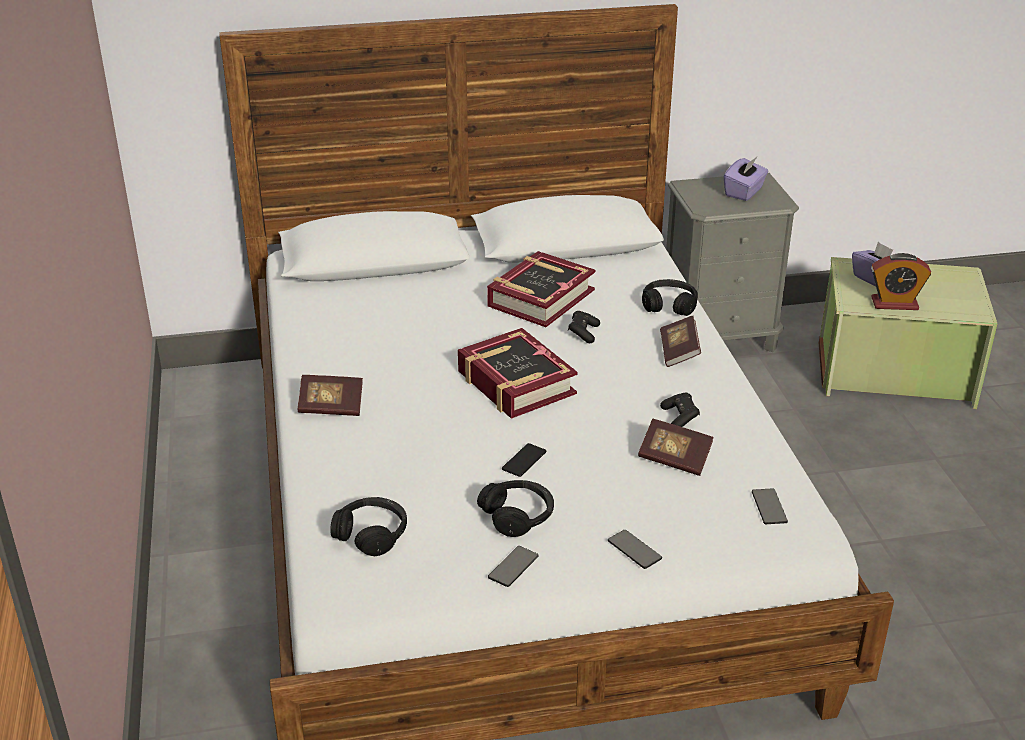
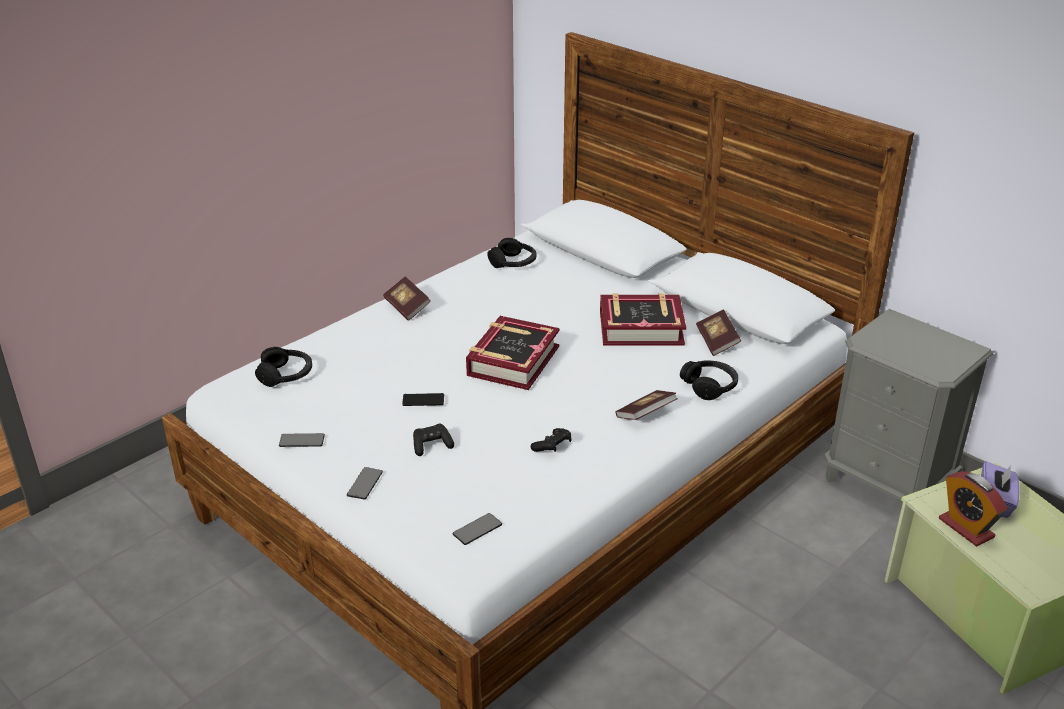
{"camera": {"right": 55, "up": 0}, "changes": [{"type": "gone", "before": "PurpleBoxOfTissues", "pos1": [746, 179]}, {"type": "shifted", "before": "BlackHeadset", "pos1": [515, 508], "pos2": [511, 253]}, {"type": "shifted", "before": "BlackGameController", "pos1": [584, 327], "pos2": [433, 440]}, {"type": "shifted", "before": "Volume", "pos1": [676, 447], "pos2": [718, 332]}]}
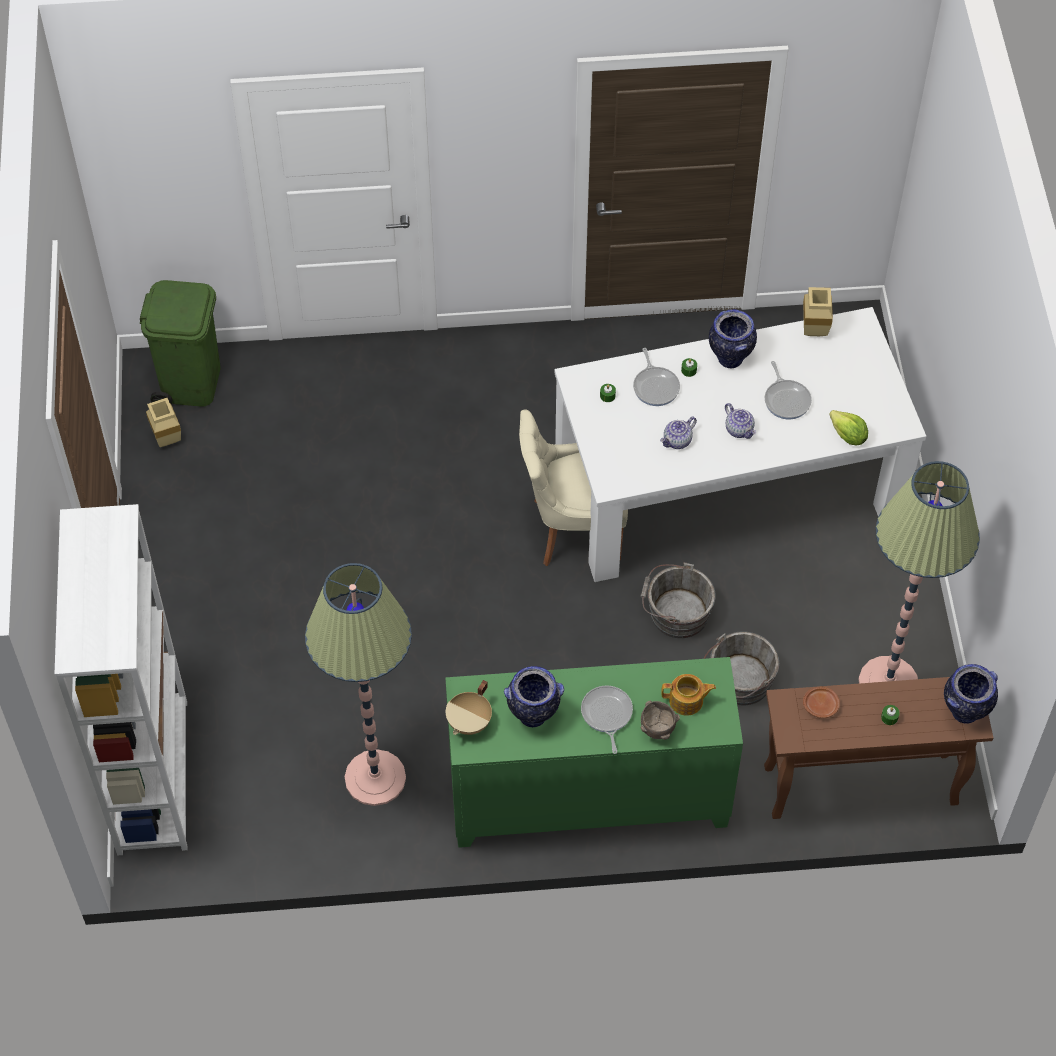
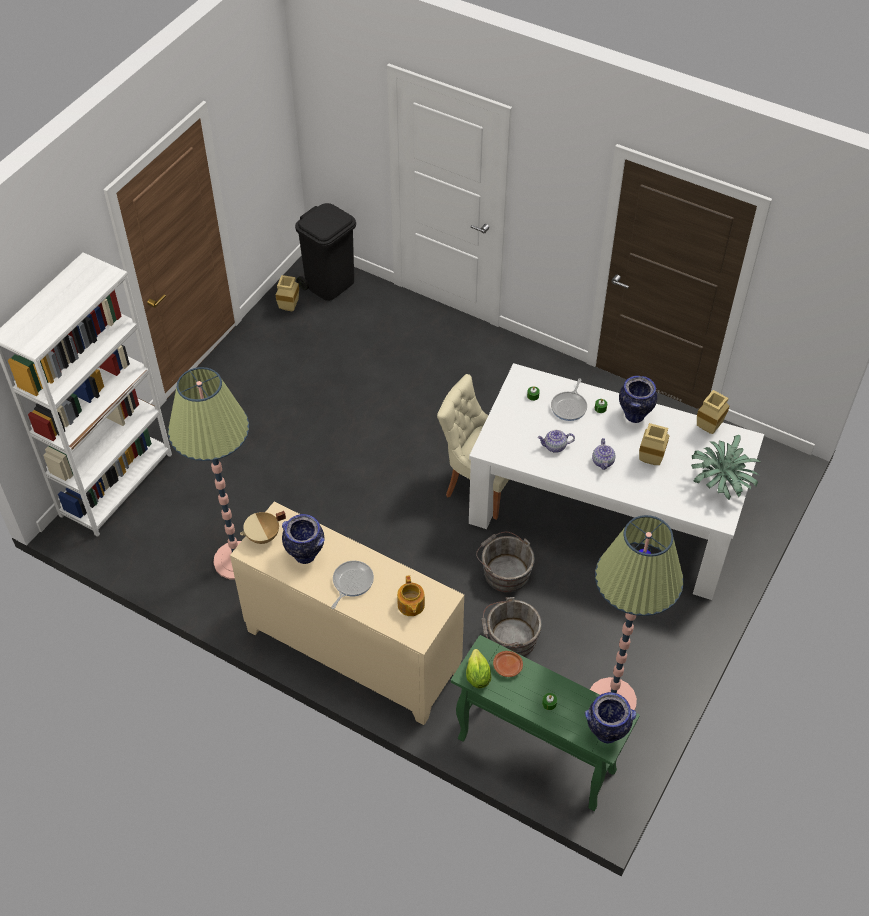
{"camera": {"right": 35, "up": -5}, "changes": [{"type": "gone", "before": "BrownDeepDish", "pos1": [660, 720]}, {"type": "new", "after": "PlantInAPot", "pos2": [726, 467]}, {"type": "shifted", "before": "Lettuce", "pos1": [848, 428], "pos2": [478, 668]}, {"type": "swapped", "before": "Skillet", "after": "SandColouredFlowerVase", "pos1": [788, 390], "pos2": [654, 444]}, {"type": "repainted", "before": "GreenishTrashCan", "after": "BlackTrashCan", "pos1": [180, 343], "pos2": [325, 252]}, {"type": "repainted", "before": "GreenishCabinet", "after": "SandColouredCabinet", "pos1": [594, 752], "pos2": [347, 613]}, {"type": "repainted", "before": "BrownConsoleTable", "after": "GreenishConsoleTable", "pos1": [879, 748], "pos2": [545, 723]}, {"type": "rotated", "before": "PotForTea", "pos1": [688, 695], "pos2": [411, 595], "turn": 45}]}
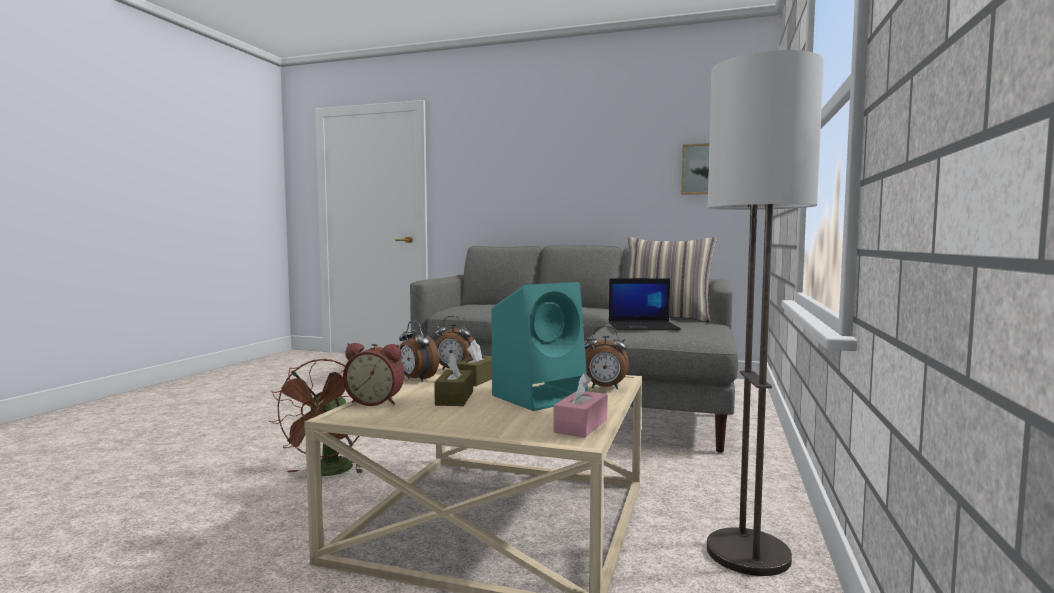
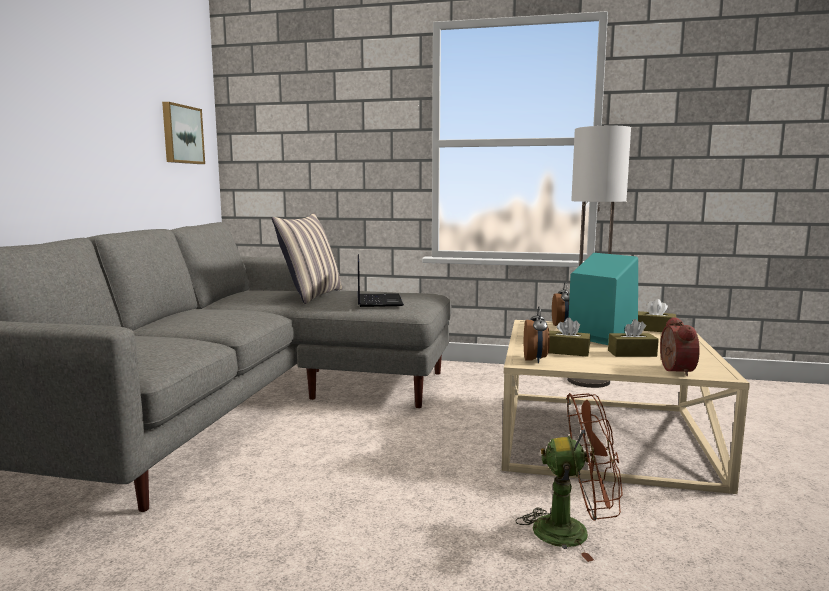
{"camera": {"right": -95, "up": 5}, "changes": [{"type": "gone", "before": "BedsideClock", "pos1": [419, 351]}, {"type": "repainted", "before": "PinkishBoxOfTissues", "after": "BrownBoxOfTissues", "pos1": [580, 405], "pos2": [657, 315]}]}
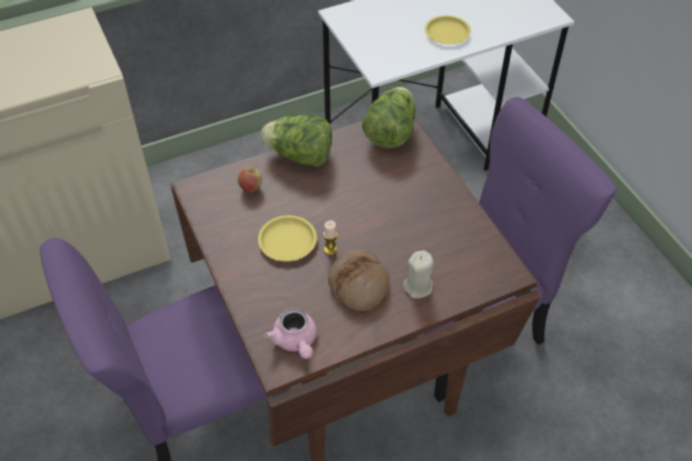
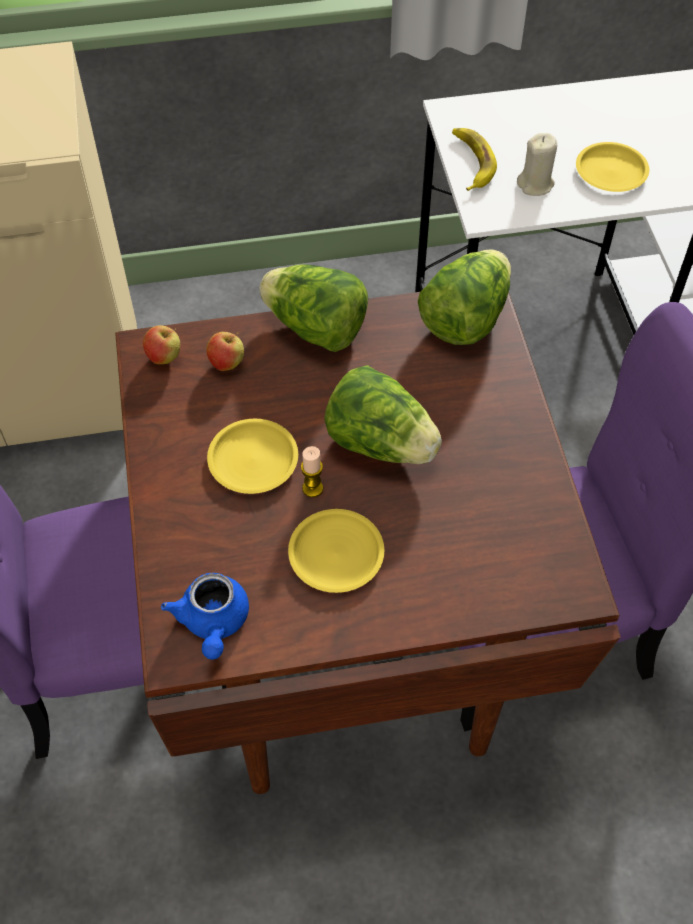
{"camera": {"right": 15, "up": 5}, "changes": [{"type": "new", "after": "AppleFruit", "pos2": [161, 344]}, {"type": "new", "after": "Lettuce", "pos2": [383, 414]}, {"type": "new", "after": "BananaFruit", "pos2": [474, 159]}, {"type": "shifted", "before": "SandColouredCandle", "pos1": [417, 274], "pos2": [537, 164]}, {"type": "swapped", "before": "BakeryBread", "after": "YellowPlate", "pos1": [358, 280], "pos2": [336, 551]}, {"type": "repainted", "before": "PinkishPotForTea", "after": "BluishPotForTea", "pos1": [290, 333], "pos2": [205, 616]}]}
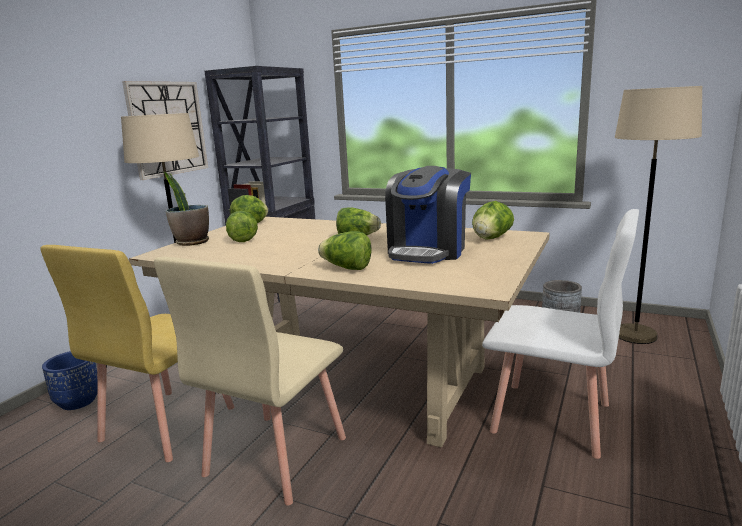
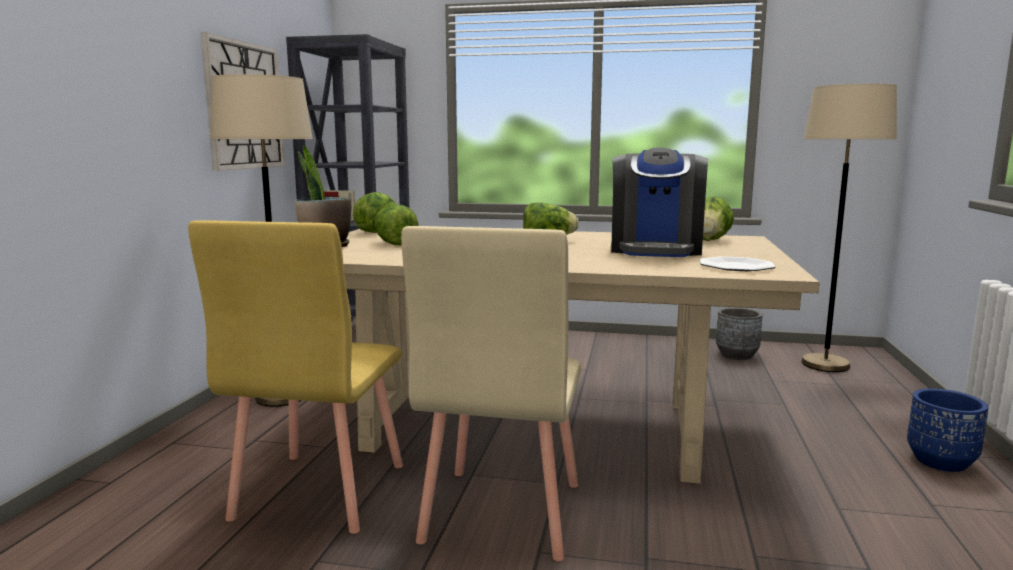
{"camera": {"right": -15, "up": -5}, "changes": [{"type": "gone", "before": "Lettuce", "pos1": [344, 250]}, {"type": "gone", "before": "WhiteChair", "pos1": [560, 334]}, {"type": "new", "after": "Plate", "pos2": [737, 263]}, {"type": "shifted", "before": "BluishPlanter", "pos1": [69, 380], "pos2": [948, 430]}]}
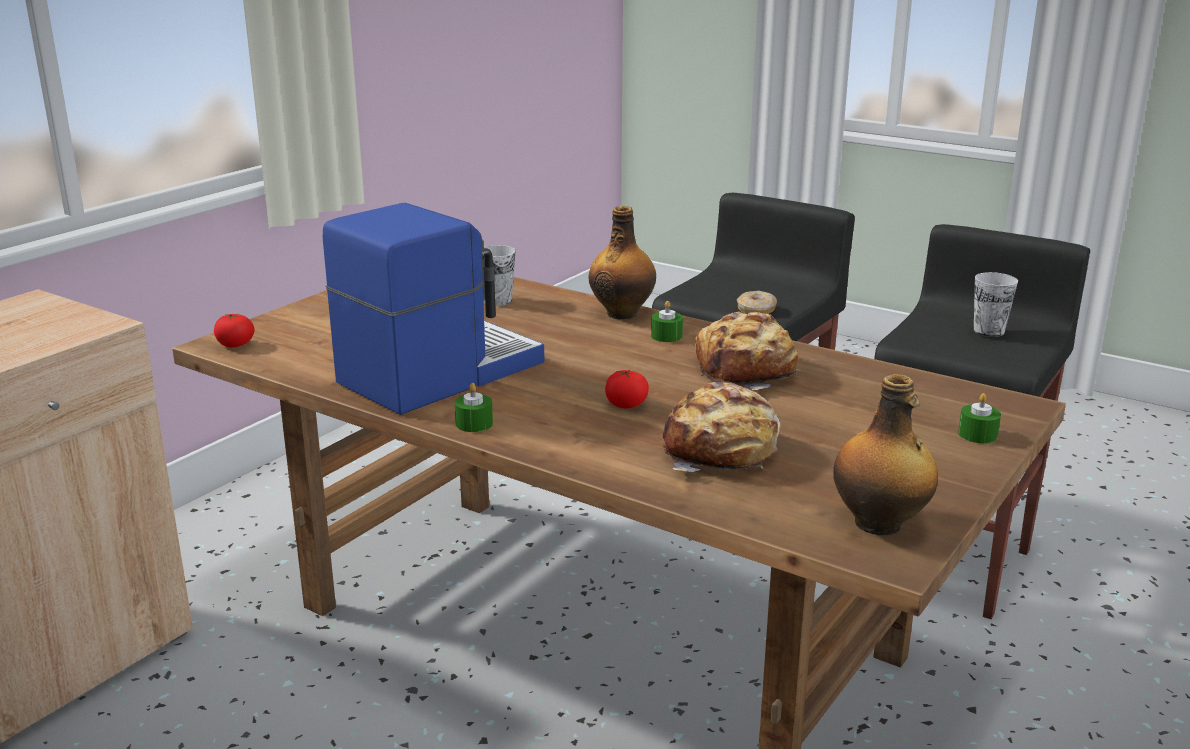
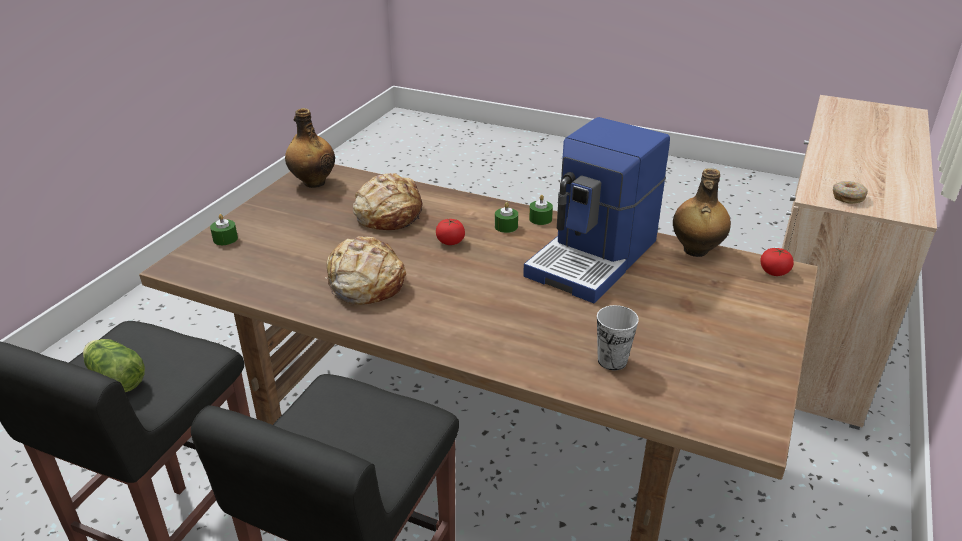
{"camera": {"right": 170, "up": 10}, "changes": [{"type": "shifted", "before": "Bottle", "pos1": [622, 262], "pos2": [702, 212]}, {"type": "shifted", "before": "GreenishCandle", "pos1": [667, 321], "pos2": [506, 217]}, {"type": "shifted", "before": "RingDoughnut", "pos1": [757, 302], "pos2": [850, 192]}, {"type": "swapped", "before": "SmallCup", "after": "Lettuce", "pos1": [996, 304], "pos2": [114, 365]}]}
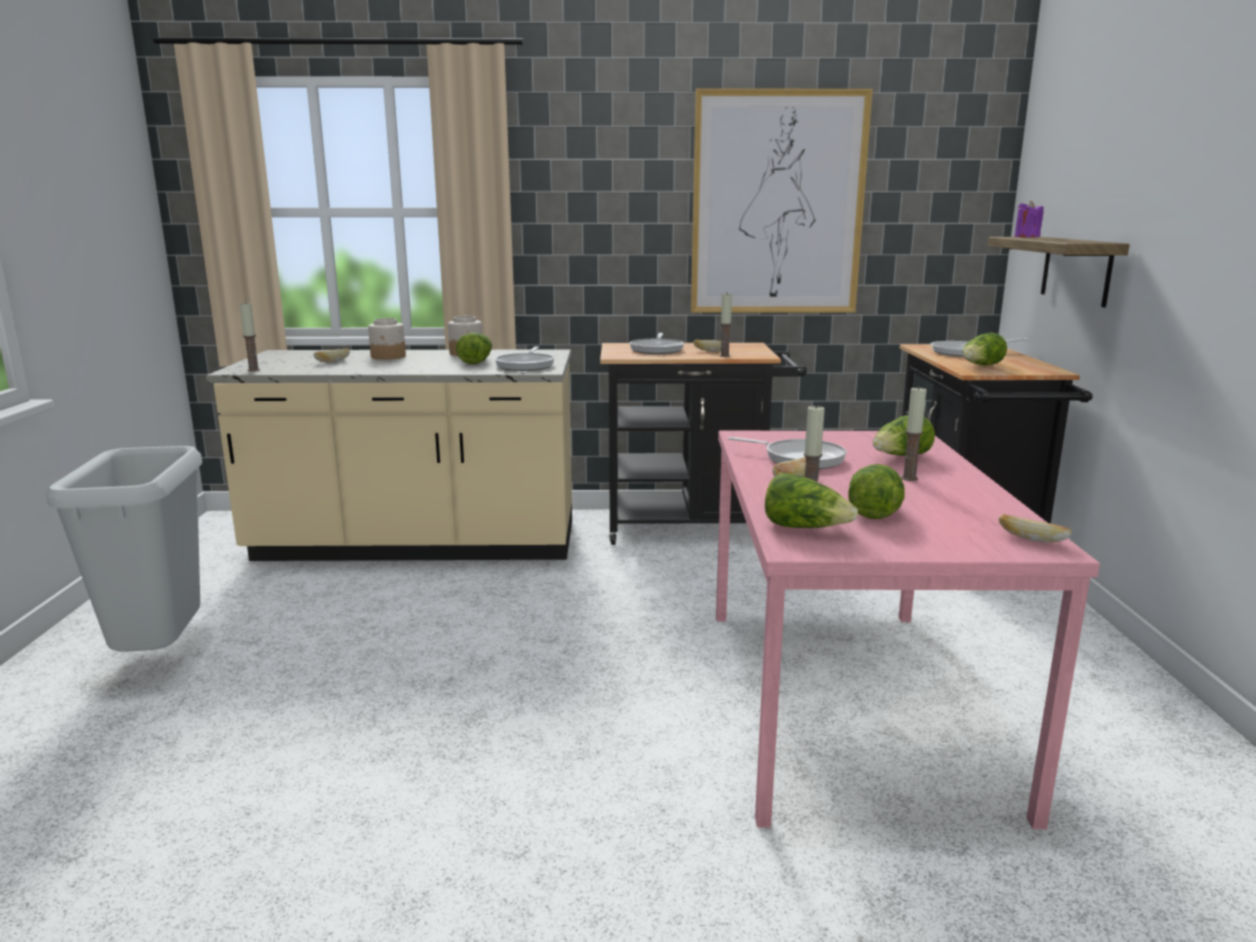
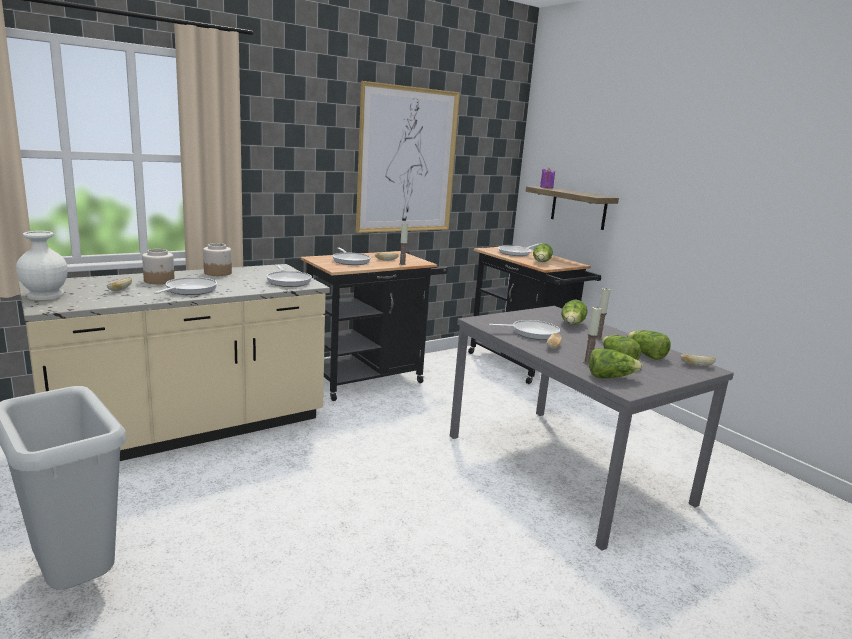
{"camera": {"right": -35, "up": 0}, "changes": [{"type": "gone", "before": "Candle", "pos1": [250, 337]}, {"type": "new", "after": "WhiteFlowerVase", "pos2": [42, 265]}, {"type": "new", "after": "Skillet", "pos2": [185, 286]}, {"type": "shifted", "before": "Lettuce", "pos1": [474, 348], "pos2": [649, 345]}, {"type": "repainted", "before": "PinkishDiningTable", "after": "GreyishDiningTable", "pos1": [908, 630], "pos2": [592, 428]}]}
